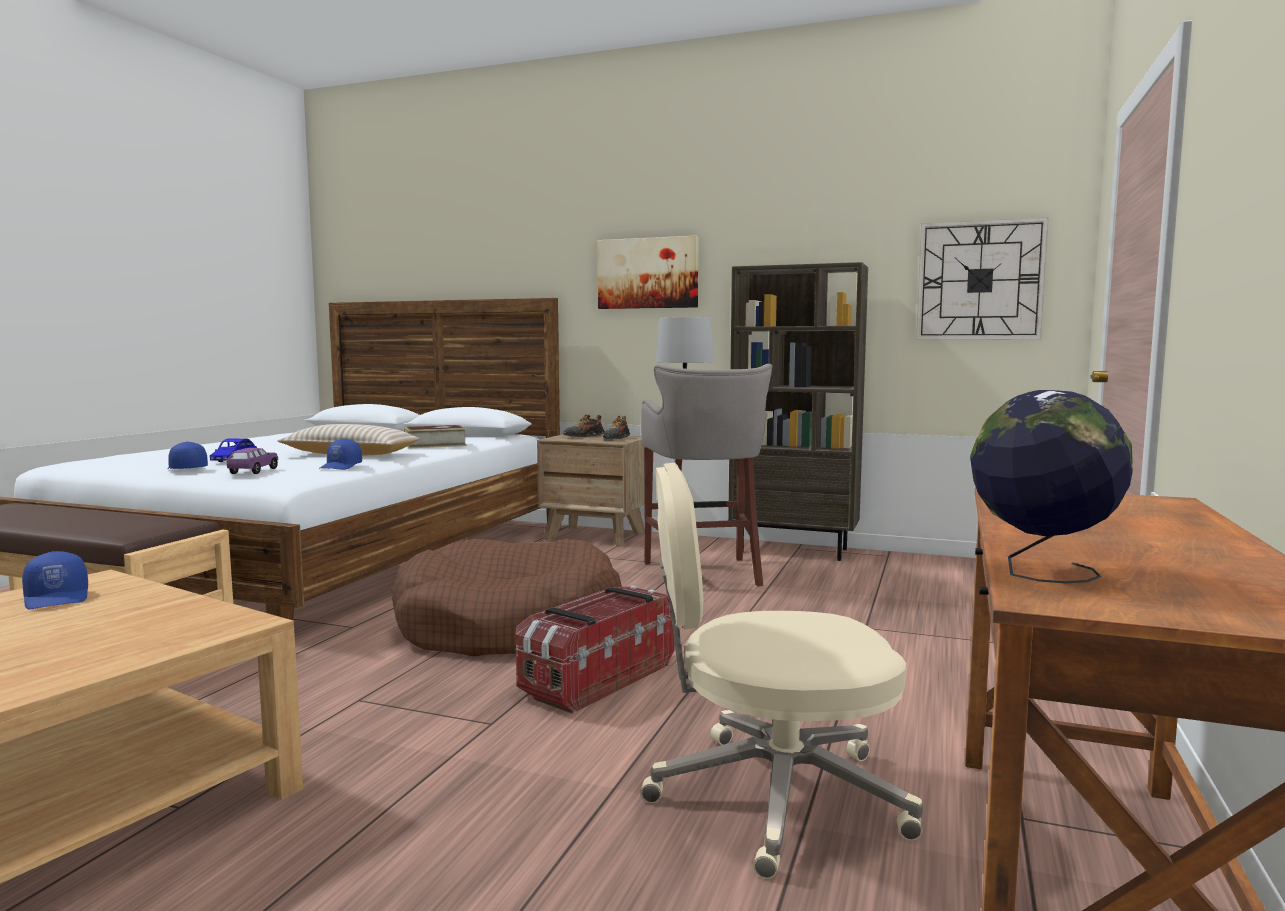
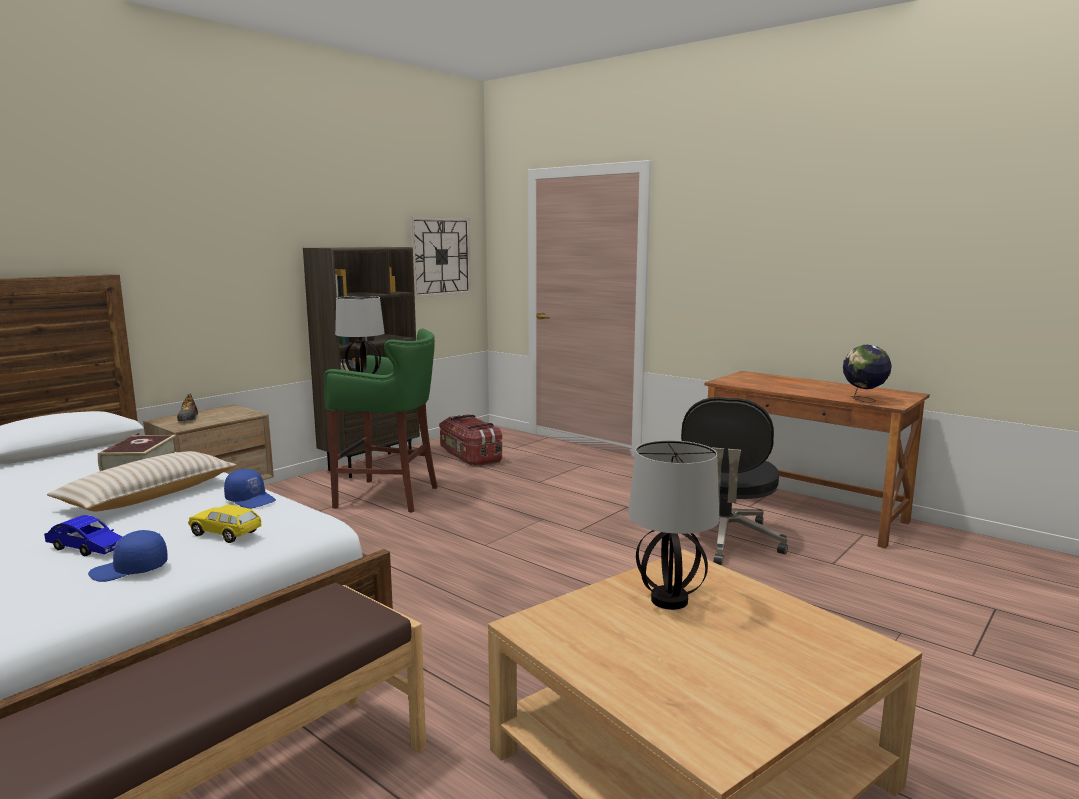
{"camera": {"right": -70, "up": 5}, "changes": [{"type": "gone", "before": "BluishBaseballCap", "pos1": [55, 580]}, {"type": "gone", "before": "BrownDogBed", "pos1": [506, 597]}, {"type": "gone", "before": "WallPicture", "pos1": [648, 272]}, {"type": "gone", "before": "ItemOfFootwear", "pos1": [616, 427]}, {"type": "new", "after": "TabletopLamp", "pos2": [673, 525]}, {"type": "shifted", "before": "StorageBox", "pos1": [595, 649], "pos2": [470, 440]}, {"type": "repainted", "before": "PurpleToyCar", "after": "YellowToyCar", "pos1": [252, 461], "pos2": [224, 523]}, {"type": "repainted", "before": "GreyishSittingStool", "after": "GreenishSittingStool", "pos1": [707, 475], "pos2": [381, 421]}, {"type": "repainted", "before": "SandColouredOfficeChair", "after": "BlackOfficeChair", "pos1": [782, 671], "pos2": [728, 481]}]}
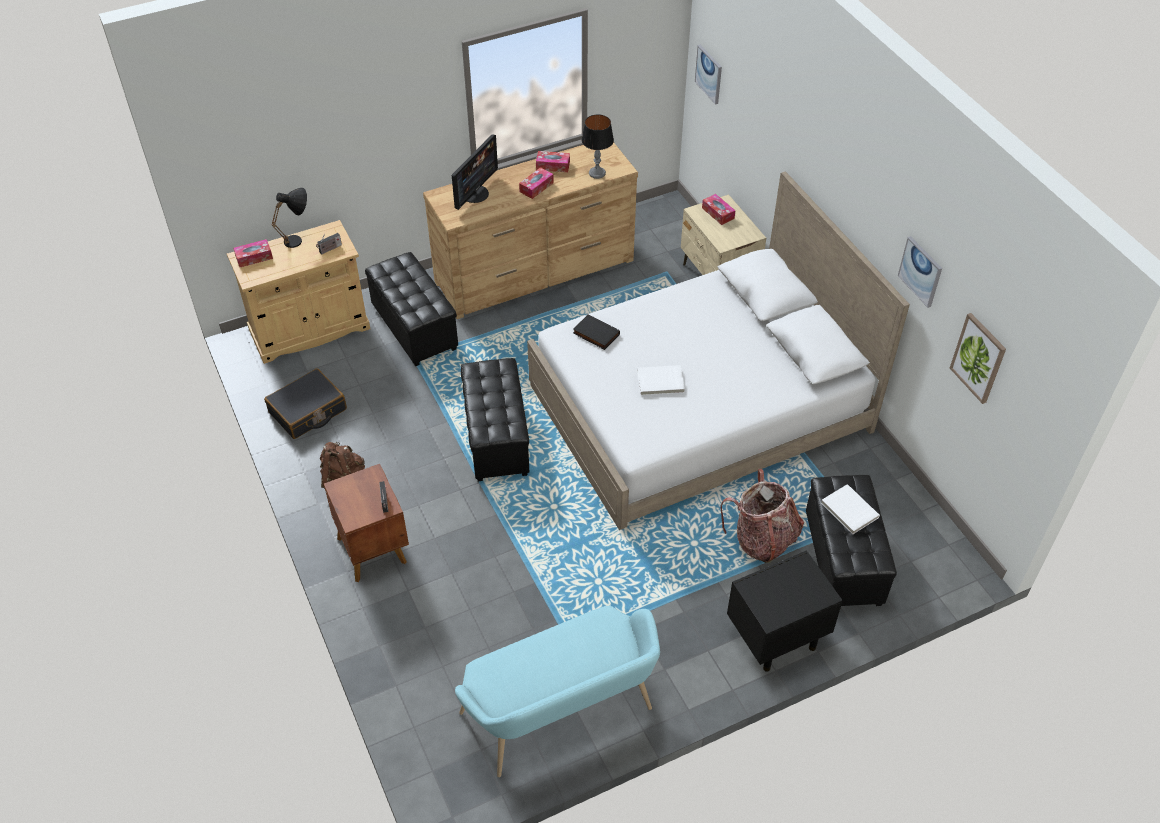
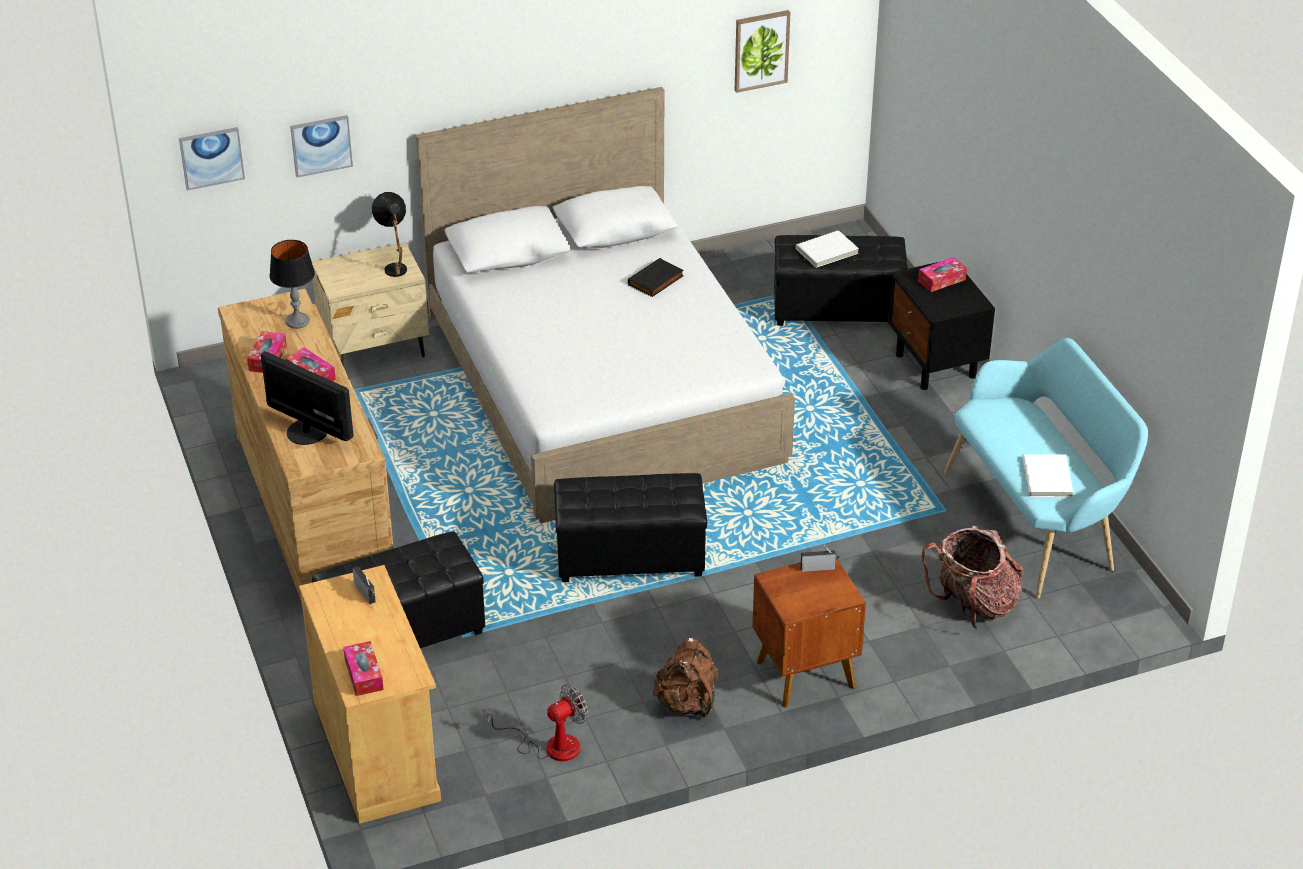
{"camera": {"right": -85, "up": -10}, "changes": [{"type": "shifted", "before": "BlackTabletopLamp", "pos1": [289, 218], "pos2": [389, 234]}, {"type": "shifted", "before": "BlackVolume", "pos1": [596, 332], "pos2": [656, 277]}, {"type": "shifted", "before": "WhiteVolume", "pos1": [661, 380], "pos2": [1047, 475]}, {"type": "shifted", "before": "BoxOfTissues", "pos1": [719, 209], "pos2": [942, 274]}, {"type": "shifted", "before": "Knapsack", "pos1": [762, 516], "pos2": [972, 577]}, {"type": "shifted", "before": "WallPicture", "pos1": [920, 272], "pos2": [321, 146]}, {"type": "swapped", "before": "BlackSuitcase", "after": "CoolingFan", "pos1": [305, 403], "pos2": [535, 722]}]}
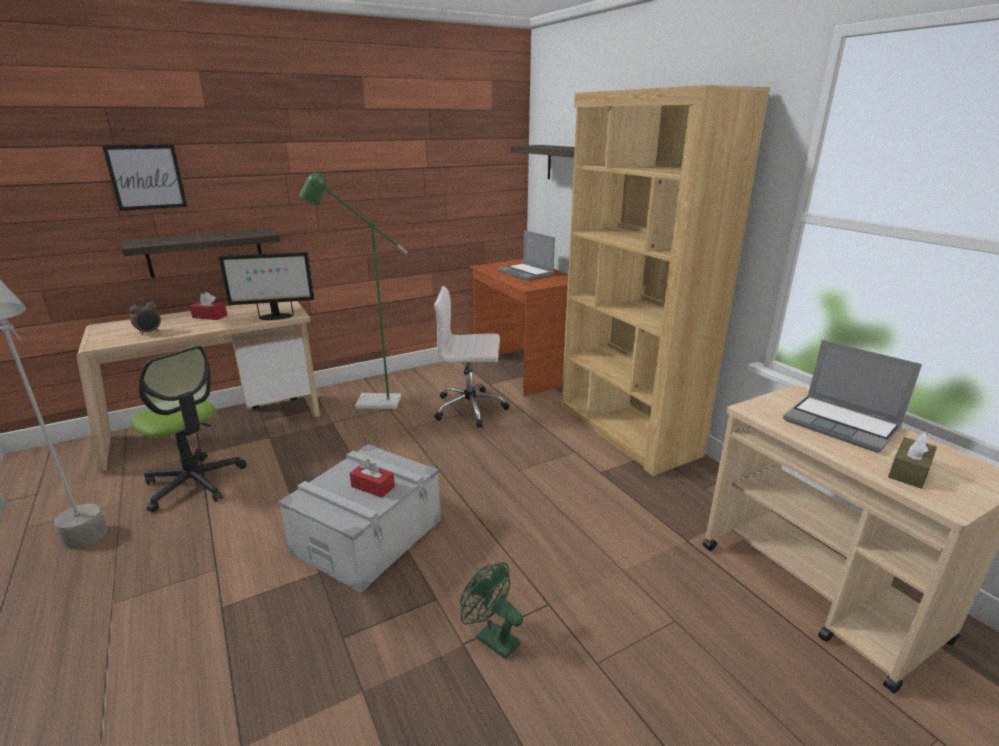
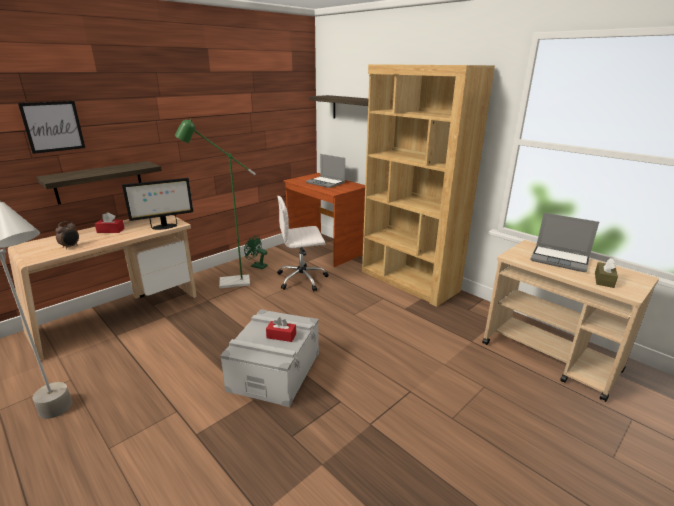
{"camera": {"right": -15, "up": 0}, "changes": [{"type": "gone", "before": "OfficeChair", "pos1": [189, 429]}, {"type": "shifted", "before": "GreenishCoolingFan", "pos1": [491, 610], "pos2": [255, 252]}]}
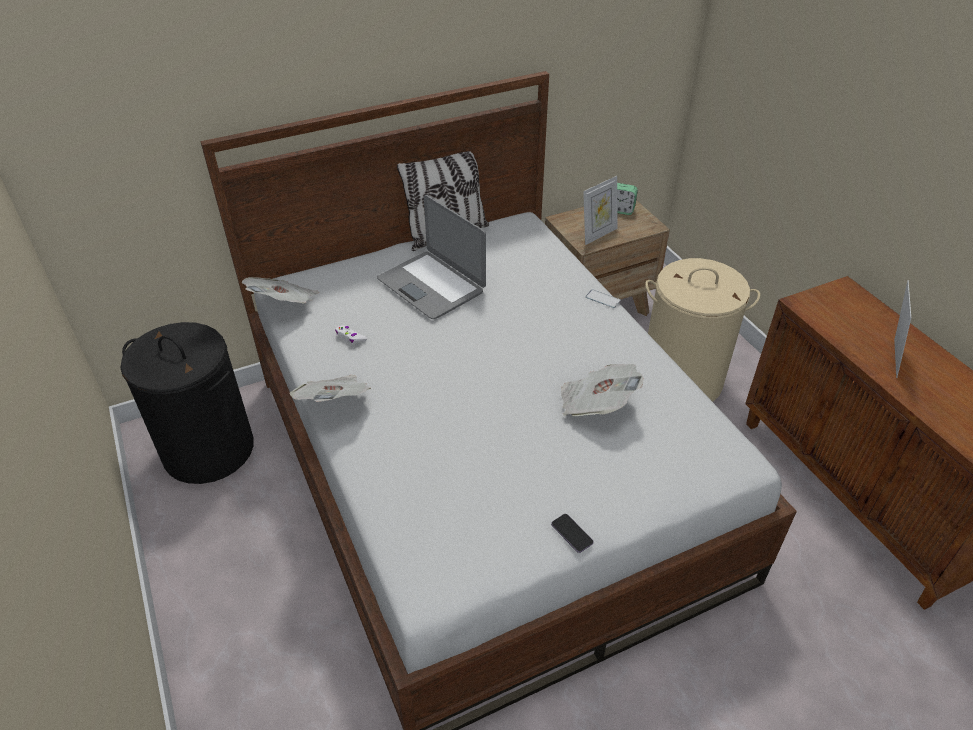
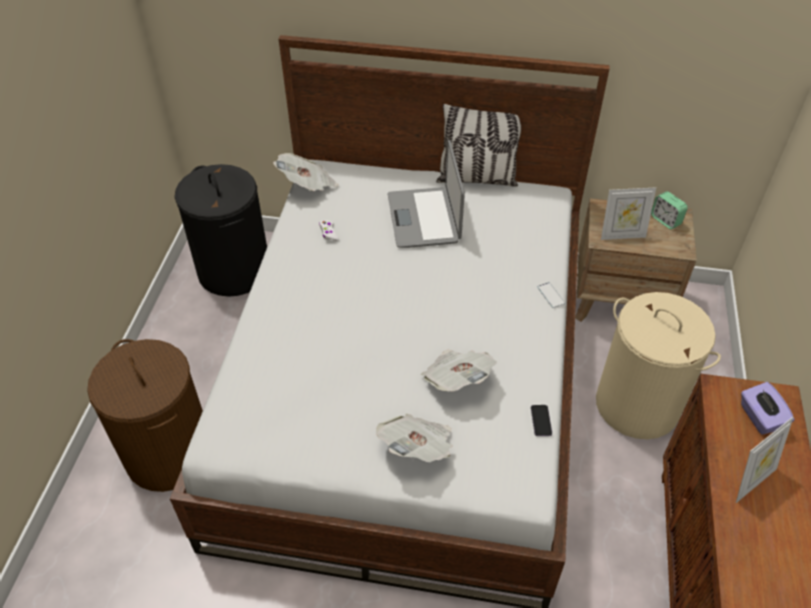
{"camera": {"right": 35, "up": 5}, "changes": [{"type": "new", "after": "BrownHamper", "pos2": [145, 415]}, {"type": "new", "after": "PurpleBoxOfTissues", "pos2": [767, 408]}, {"type": "shifted", "before": "DailyPaper", "pos1": [330, 388], "pos2": [414, 438]}, {"type": "shifted", "before": "Telephone", "pos1": [572, 533], "pos2": [541, 420]}]}
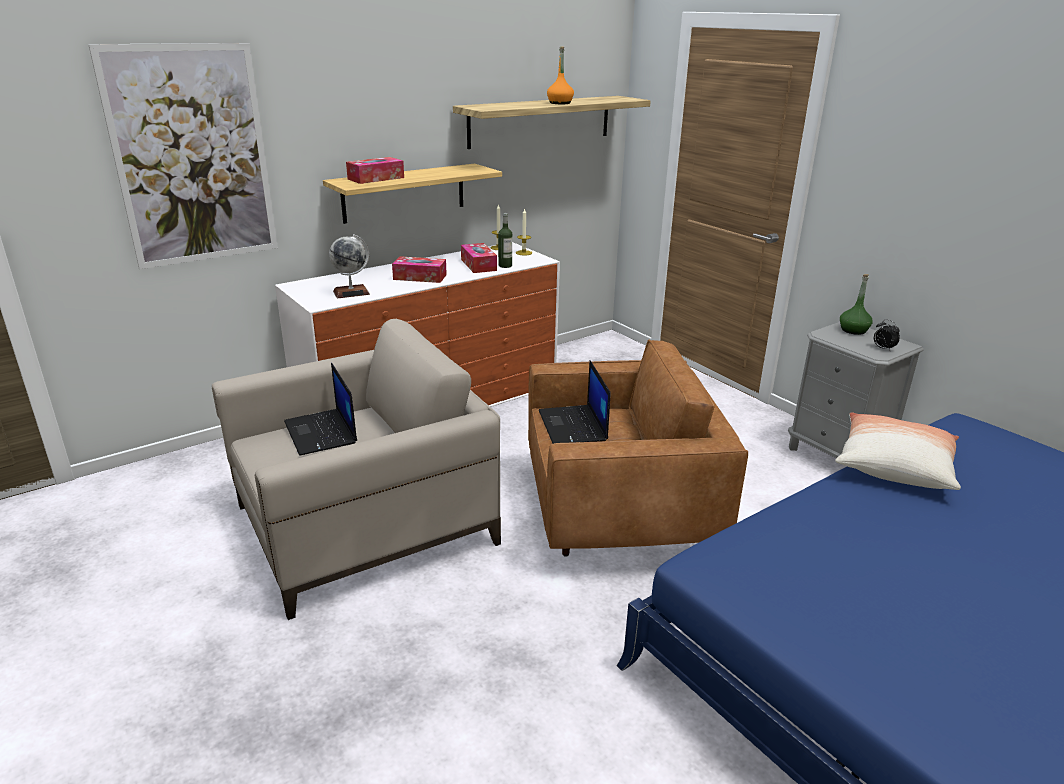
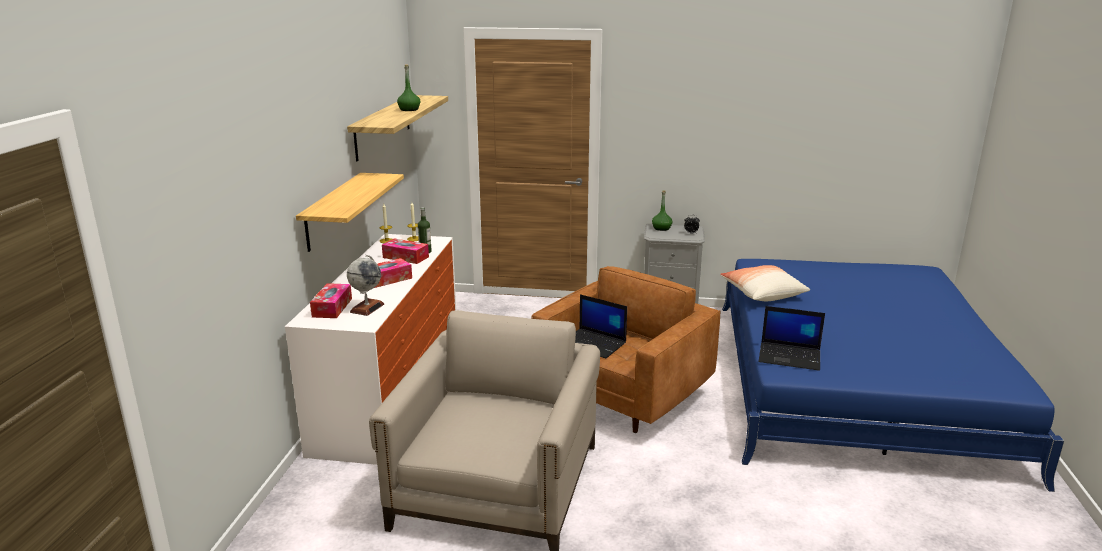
{"camera": {"right": -45, "up": -5}, "changes": [{"type": "gone", "before": "WallPicture", "pos1": [183, 156]}, {"type": "shifted", "before": "Laptop", "pos1": [320, 409], "pos2": [791, 338]}, {"type": "shifted", "before": "BoxOfTissues", "pos1": [375, 170], "pos2": [331, 300]}, {"type": "repainted", "before": "OrangeBottle", "after": "GreenishBottle", "pos1": [560, 75], "pos2": [408, 87]}]}
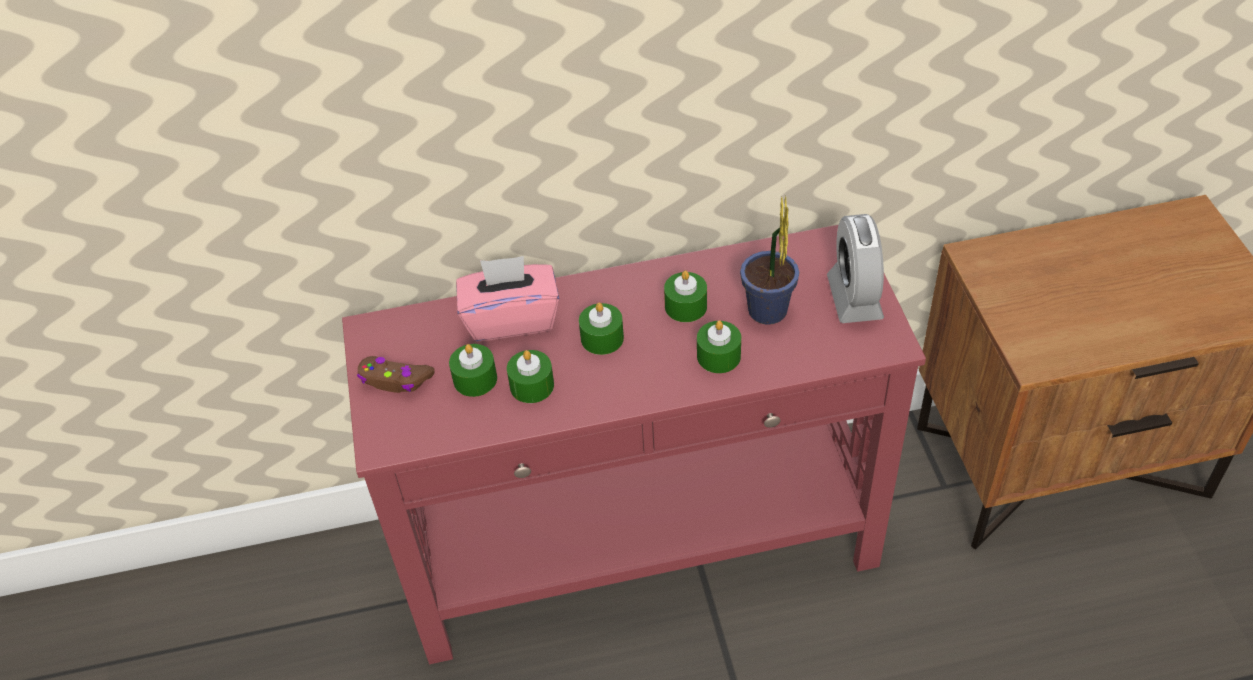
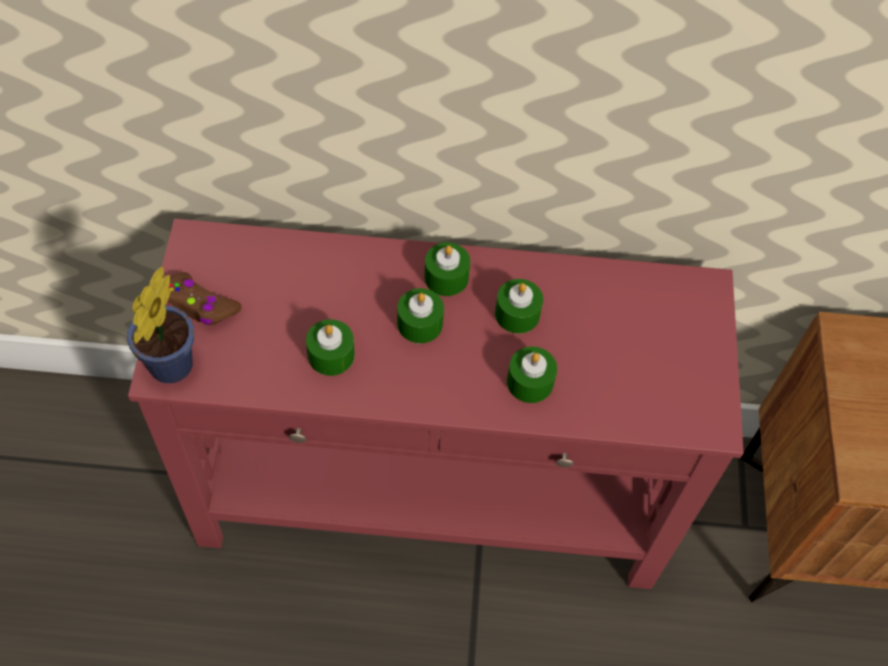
{"camera": {"right": 10, "up": 10}, "changes": [{"type": "gone", "before": "PinkishBoxOfTissues", "pos1": [508, 298]}, {"type": "gone", "before": "BedsideClock", "pos1": [855, 268]}, {"type": "shifted", "before": "GreenishCandle", "pos1": [473, 370], "pos2": [447, 269]}, {"type": "shifted", "before": "PlantInAPot", "pos1": [770, 260], "pos2": [160, 324]}]}
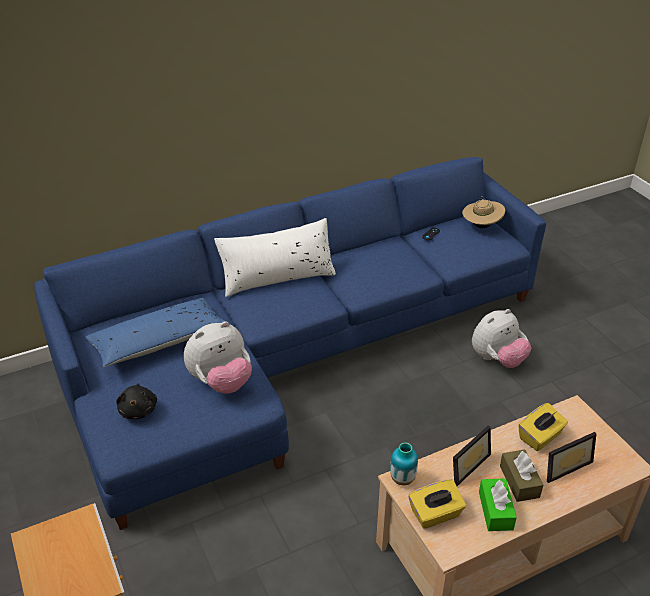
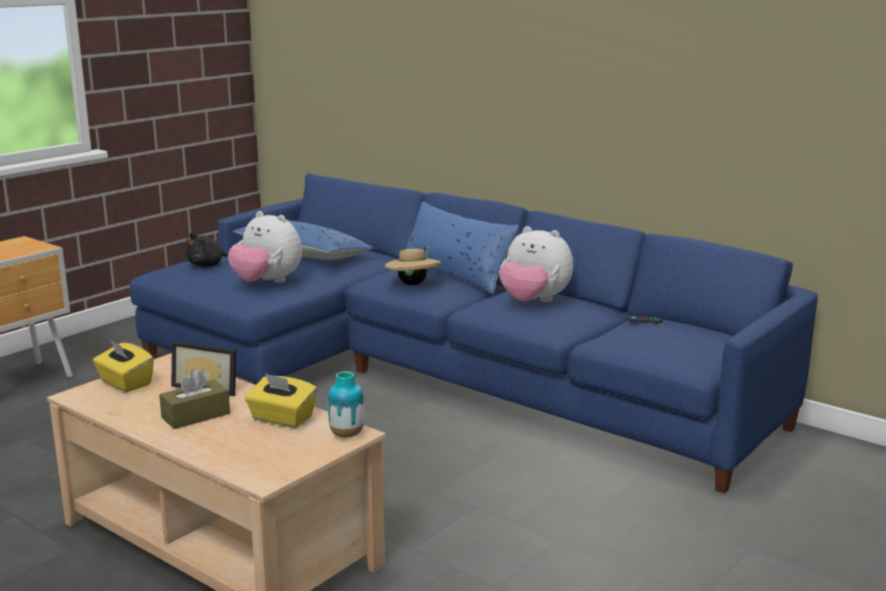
{"camera": {"right": 65, "up": -20}, "changes": [{"type": "gone", "before": "GreenishBoxOfTissues", "pos1": [498, 504]}, {"type": "gone", "before": "PhotoFrame", "pos1": [572, 457]}, {"type": "shifted", "before": "FlowerVase", "pos1": [404, 463], "pos2": [346, 404]}, {"type": "shifted", "before": "SandColouredClothingHat", "pos1": [483, 212], "pos2": [413, 266]}, {"type": "shifted", "before": "PlushToy", "pos1": [501, 338], "pos2": [536, 264]}, {"type": "repainted", "before": "WhiteCushion", "after": "BluishCushion", "pos1": [275, 257], "pos2": [462, 247]}]}
